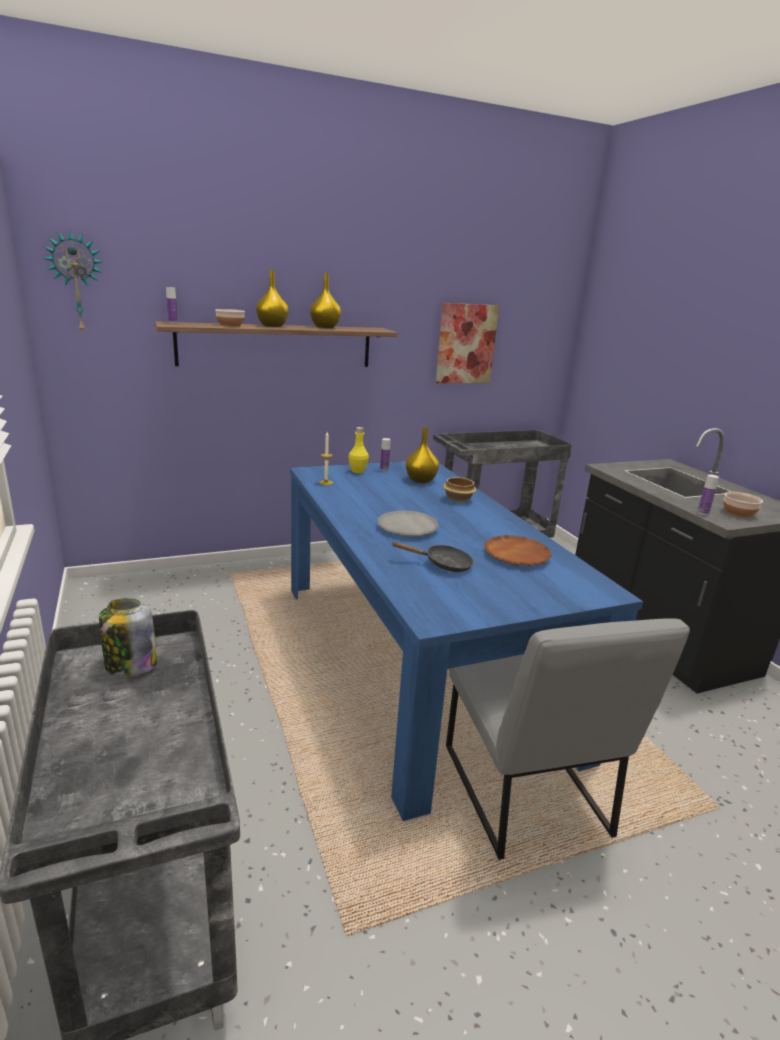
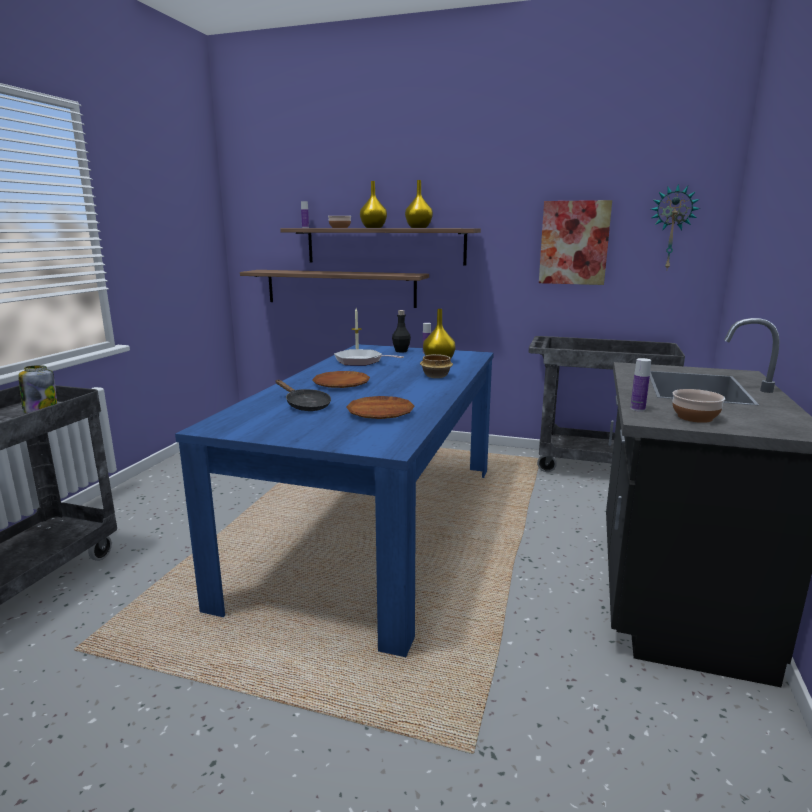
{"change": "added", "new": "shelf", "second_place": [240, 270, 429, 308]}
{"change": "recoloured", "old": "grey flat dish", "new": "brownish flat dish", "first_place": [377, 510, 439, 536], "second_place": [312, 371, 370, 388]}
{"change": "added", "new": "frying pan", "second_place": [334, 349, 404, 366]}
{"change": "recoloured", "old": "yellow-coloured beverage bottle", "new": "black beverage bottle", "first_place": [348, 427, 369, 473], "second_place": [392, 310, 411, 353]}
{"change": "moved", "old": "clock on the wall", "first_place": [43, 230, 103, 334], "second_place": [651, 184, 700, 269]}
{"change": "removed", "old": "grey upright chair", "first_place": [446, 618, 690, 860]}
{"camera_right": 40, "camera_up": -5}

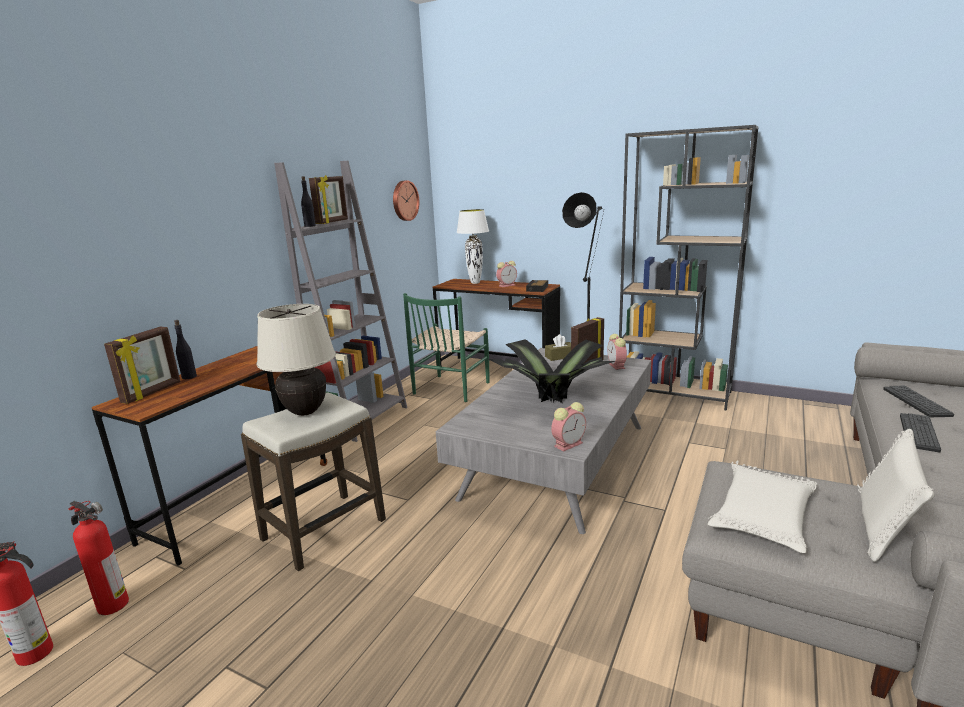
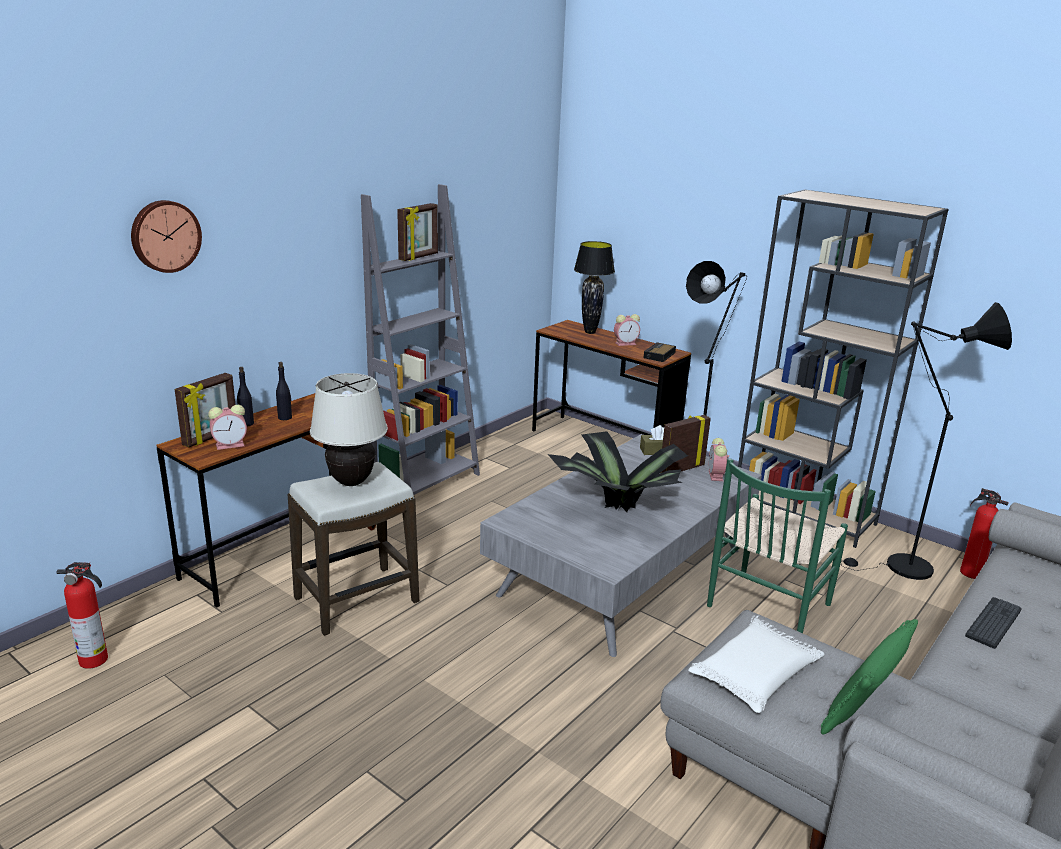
{"change": "moved", "old": "clock on the wall", "first_place": [393, 180, 419, 221], "second_place": [131, 200, 202, 273]}
{"change": "moved", "old": "bedside clock", "first_place": [551, 402, 586, 452], "second_place": [208, 405, 247, 450]}
{"change": "moved", "old": "black beverage bottle", "first_place": [301, 176, 316, 227], "second_place": [276, 362, 292, 420]}
{"change": "recoloured", "old": "whitish table lamp", "new": "black table lamp", "first_place": [457, 209, 489, 284], "second_place": [574, 241, 615, 334]}
{"change": "moved", "old": "green upright chair", "first_place": [403, 293, 490, 402], "second_place": [707, 459, 848, 633]}
{"change": "recoloured", "old": "whitish cushion", "new": "green cushion", "first_place": [857, 429, 935, 562], "second_place": [820, 619, 918, 734]}
{"change": "added", "new": "black floor lamp", "second_place": [841, 302, 1012, 580]}
{"change": "moved", "old": "fire extinguisher", "first_place": [68, 501, 129, 615], "second_place": [960, 488, 1009, 579]}
{"change": "removed", "old": "keyboard", "first_place": [883, 386, 954, 417]}
{"camera_right": 10, "camera_up": 5}

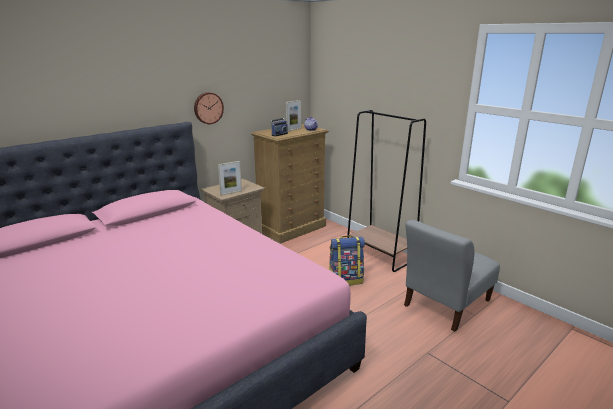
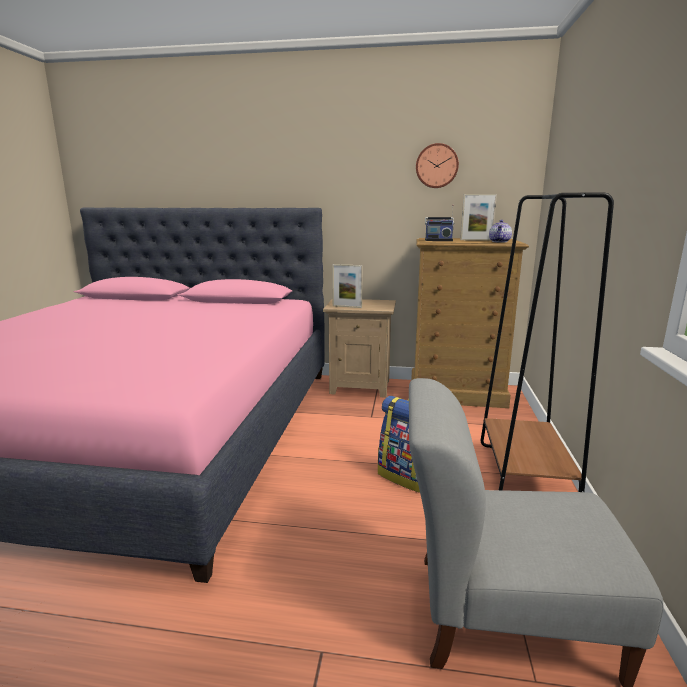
{"change": "moved", "old": "clock on the wall", "first_place": [194, 92, 224, 124], "second_place": [416, 143, 459, 188]}
{"camera_right": 50, "camera_up": -5}

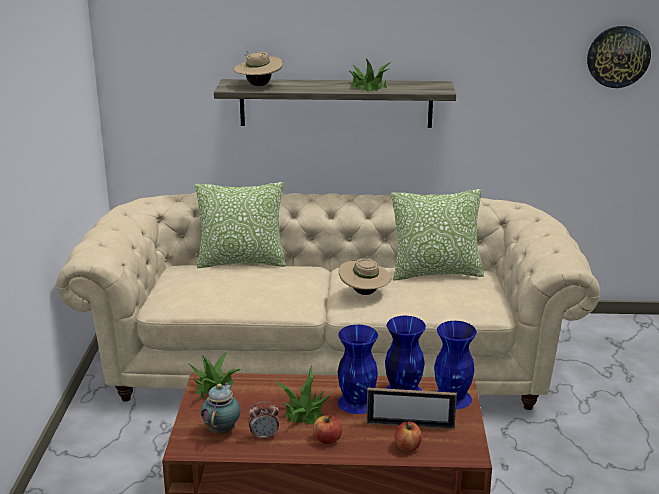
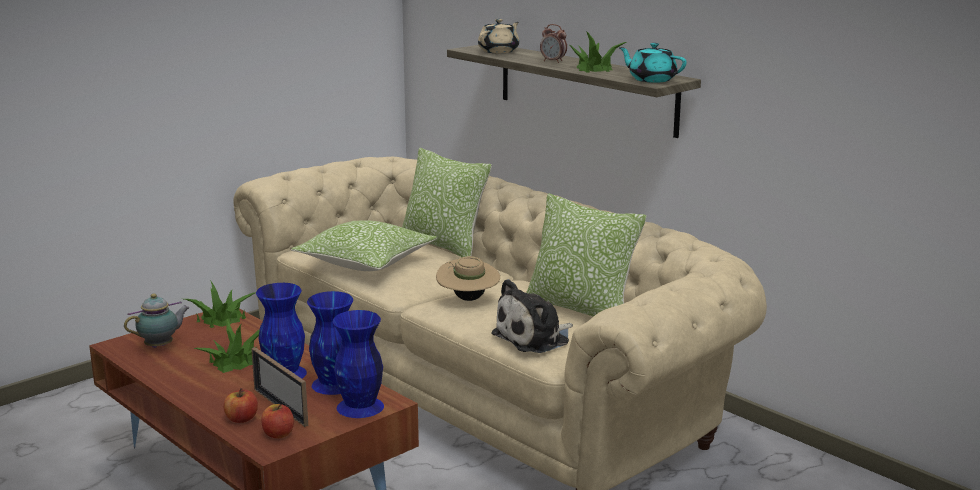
{"change": "moved", "old": "apple", "first_place": [313, 415, 342, 444], "second_place": [261, 404, 294, 438]}
{"change": "added", "new": "cushion", "second_place": [291, 220, 437, 271]}
{"change": "replaced", "old": "beige-coloured wearable hat", "new": "beige-coloured teapot", "first_place": [233, 51, 283, 86], "second_place": [478, 19, 519, 53]}
{"change": "added", "new": "cuddly toy", "second_place": [491, 279, 573, 353]}
{"change": "moved", "old": "bedside clock", "first_place": [249, 402, 279, 440], "second_place": [540, 24, 567, 63]}
{"change": "added", "new": "blue-green teapot", "second_place": [618, 43, 687, 83]}
{"change": "removed", "old": "clock on the wall", "first_place": [587, 26, 651, 88]}
{"camera_right": 45, "camera_up": -5}

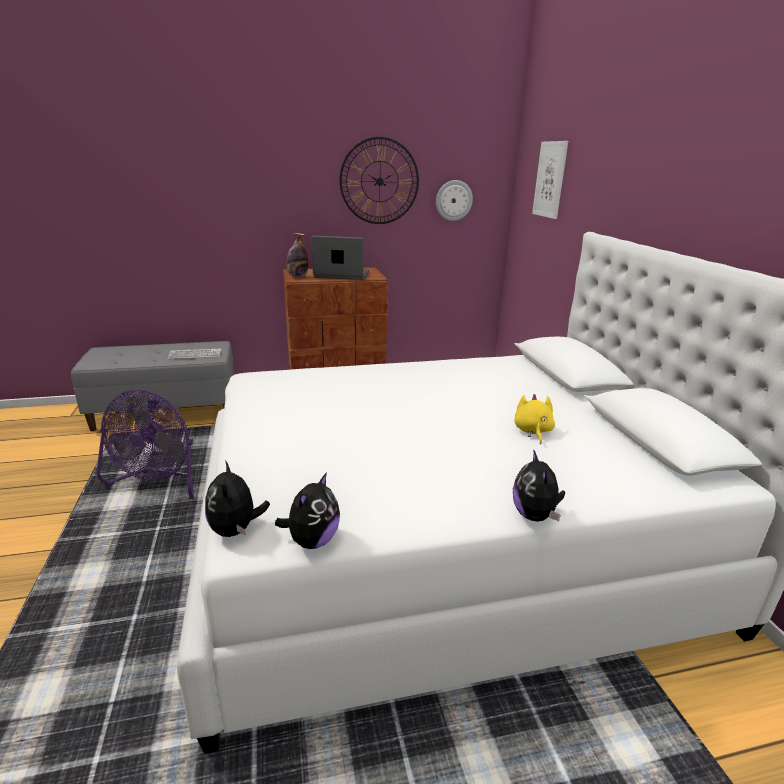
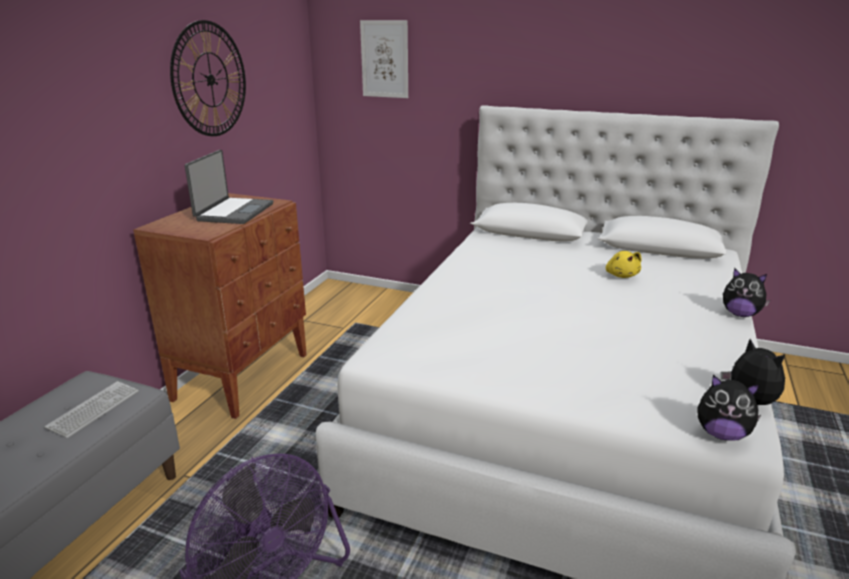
{"change": "turned", "old": "laptop", "first_place": [311, 236, 369, 280], "second_place": [185, 150, 273, 224], "degrees": 150}
{"change": "turned", "old": "yellow-coloured cuddly toy", "first_place": [514, 394, 555, 444], "second_place": [606, 251, 642, 278], "degrees": -135}
{"change": "removed", "old": "beverage bottle", "first_place": [287, 233, 308, 277]}
{"change": "removed", "old": "clock on the wall", "first_place": [436, 180, 473, 221]}
{"camera_right": -55, "camera_up": 0}

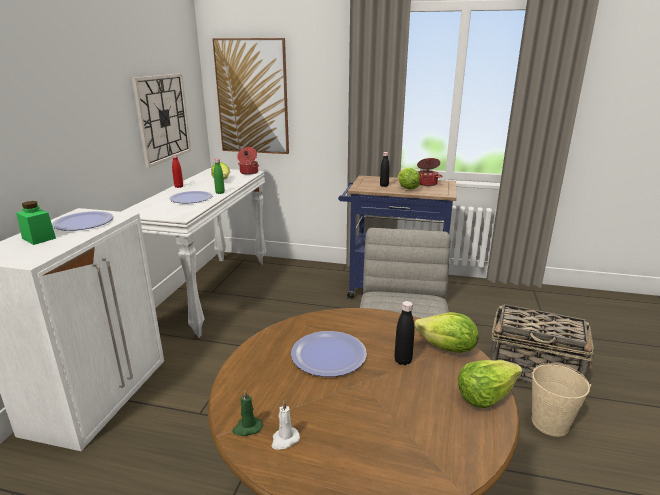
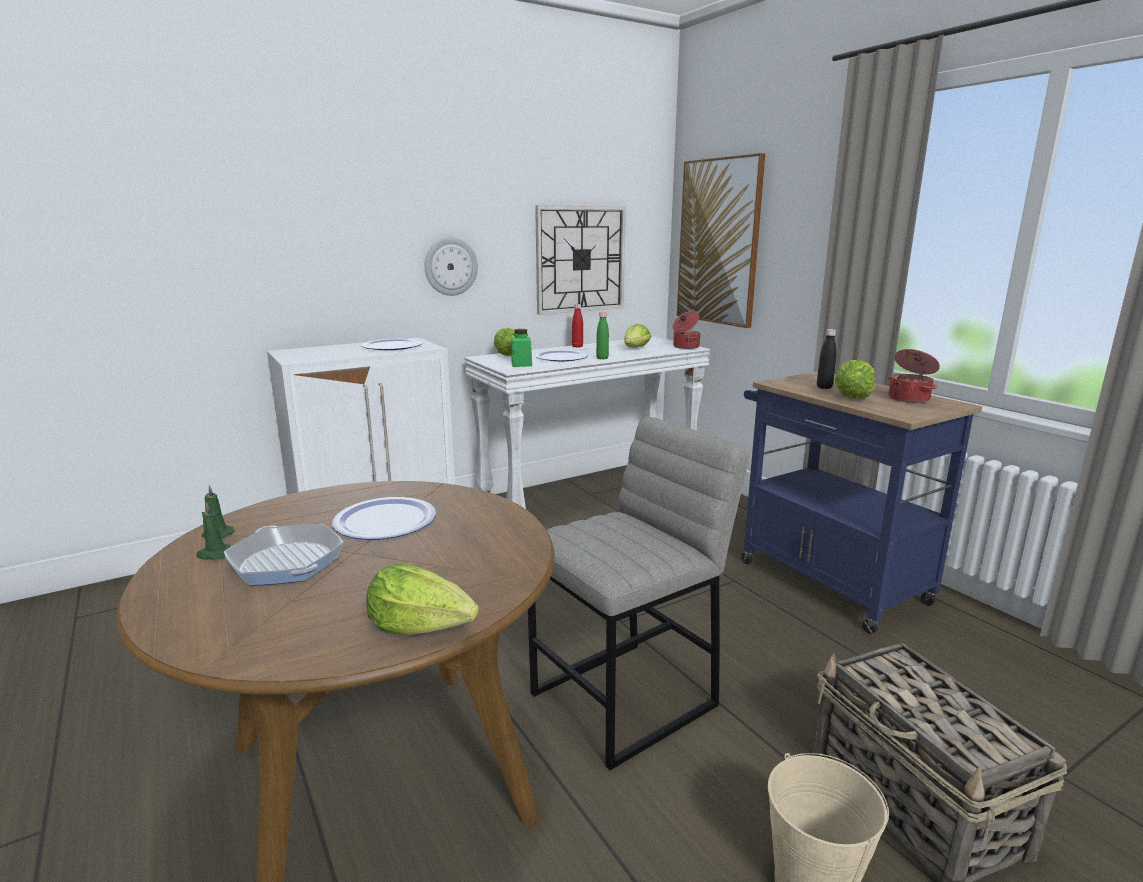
{"change": "recoloured", "old": "whitish wax light", "new": "green wax light", "first_place": [272, 401, 300, 450], "second_place": [196, 502, 231, 560]}
{"change": "added", "new": "frying pan", "second_place": [224, 524, 344, 586]}
{"change": "added", "new": "clock on the wall", "second_place": [425, 237, 478, 296]}
{"change": "moved", "old": "head of lettuce", "first_place": [414, 312, 479, 353], "second_place": [494, 328, 515, 356]}
{"change": "moved", "old": "green jar", "first_place": [16, 201, 56, 245], "second_place": [511, 329, 532, 367]}
{"change": "removed", "old": "black beverage bottle", "first_place": [395, 301, 414, 365]}
{"camera_right": 45, "camera_up": -5}

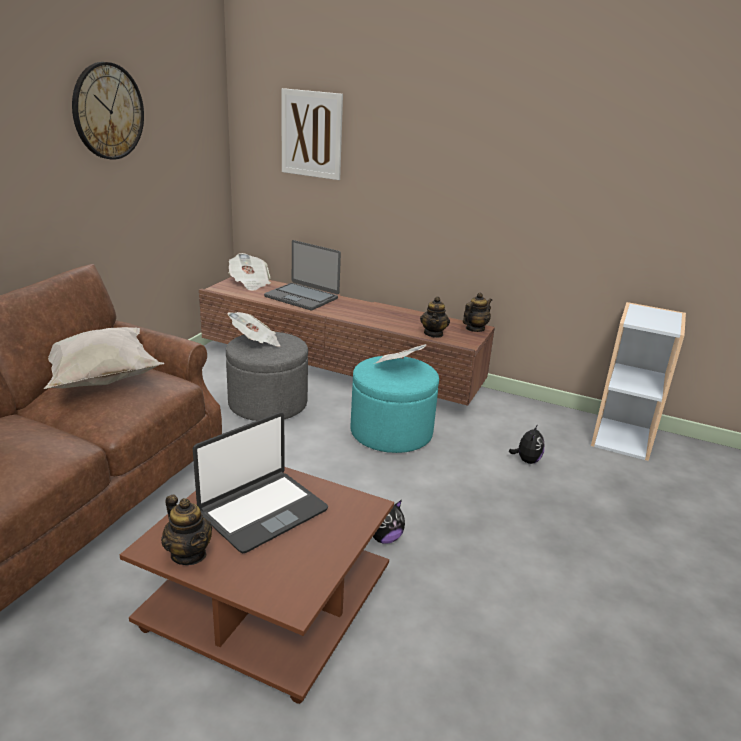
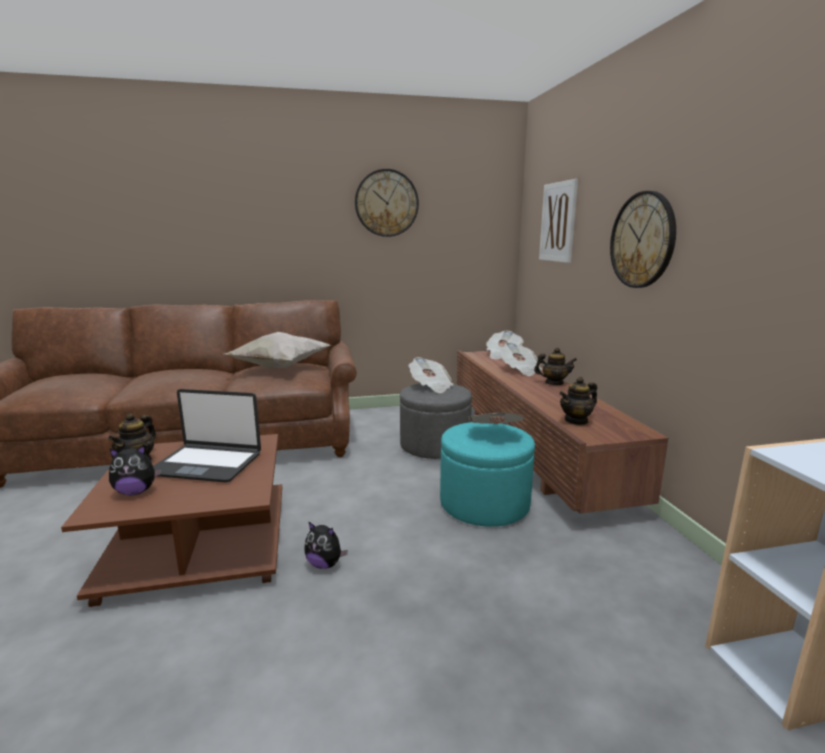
{"change": "moved", "old": "cuddly toy", "first_place": [509, 424, 544, 464], "second_place": [109, 445, 161, 495]}
{"change": "replaced", "old": "laptop", "new": "printed paper", "first_place": [264, 240, 341, 310], "second_place": [500, 342, 542, 376]}
{"change": "moved", "old": "teapot", "first_place": [463, 293, 492, 332], "second_place": [534, 348, 577, 385]}
{"change": "added", "new": "clock on the wall", "second_place": [610, 191, 676, 288]}
{"camera_right": 55, "camera_up": -10}

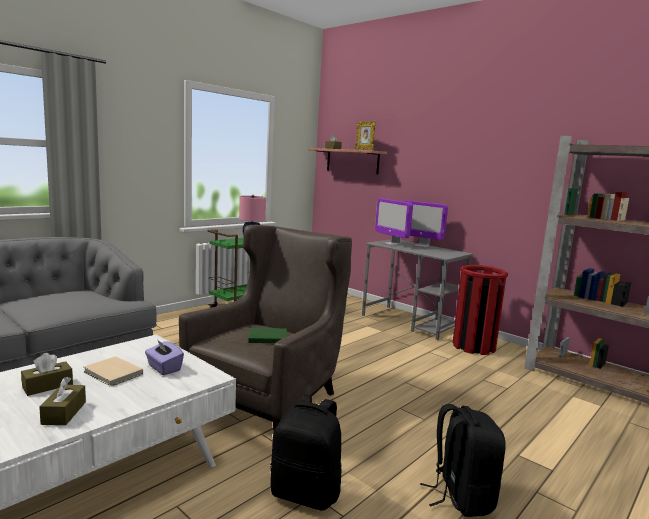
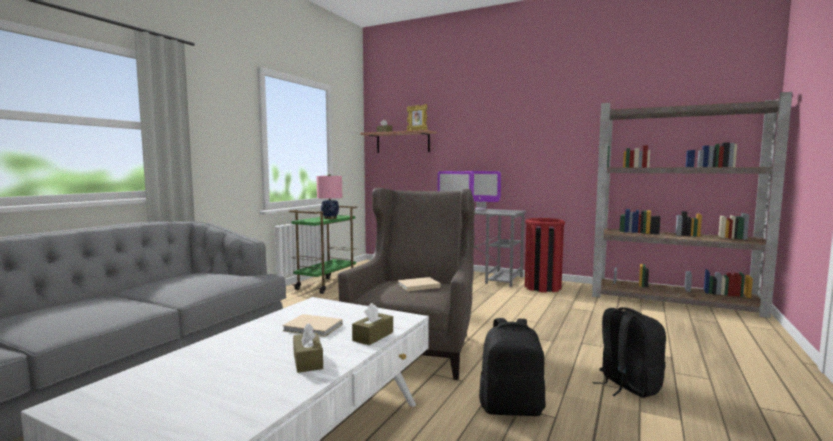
{"change": "moved", "old": "brownish tissue box", "first_place": [21, 353, 73, 396], "second_place": [352, 303, 393, 345]}
{"change": "recoloured", "old": "green volume", "new": "beige-coloured volume", "first_place": [248, 328, 288, 343], "second_place": [398, 277, 440, 291]}
{"change": "removed", "old": "purple-coloured tissue box", "first_place": [145, 339, 184, 375]}
{"camera_right": -15, "camera_up": -5}

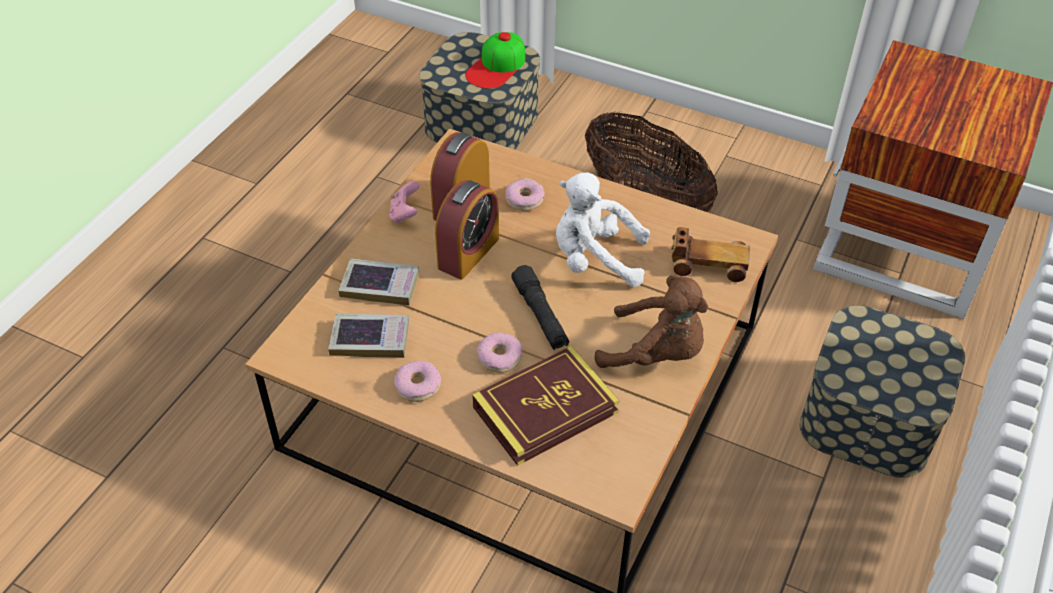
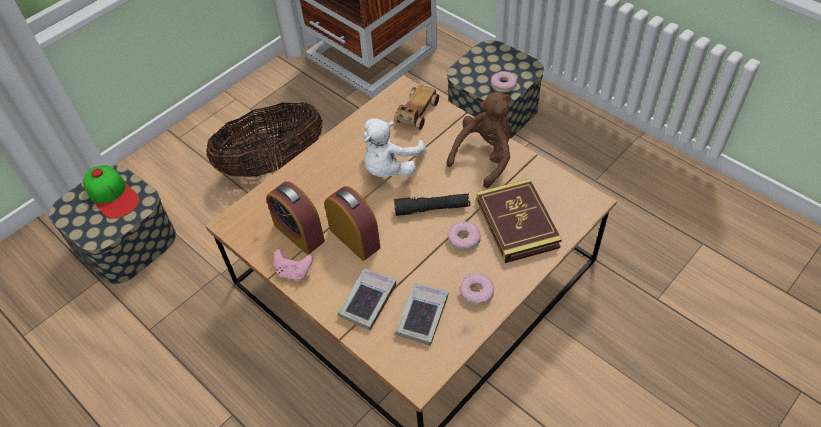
{"change": "moved", "old": "donut", "first_place": [505, 178, 545, 211], "second_place": [491, 71, 517, 92]}
{"camera_right": -70, "camera_up": 5}

